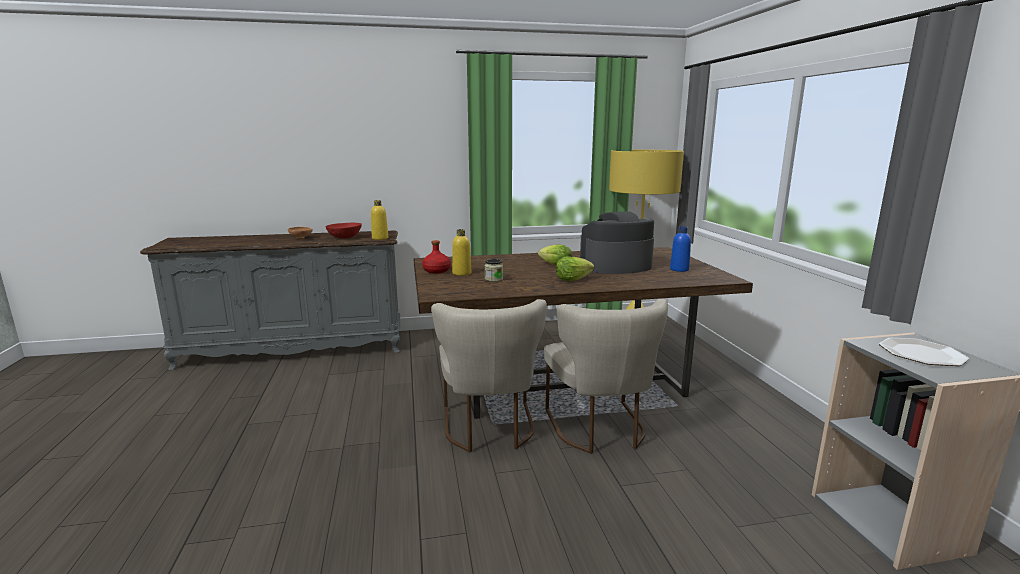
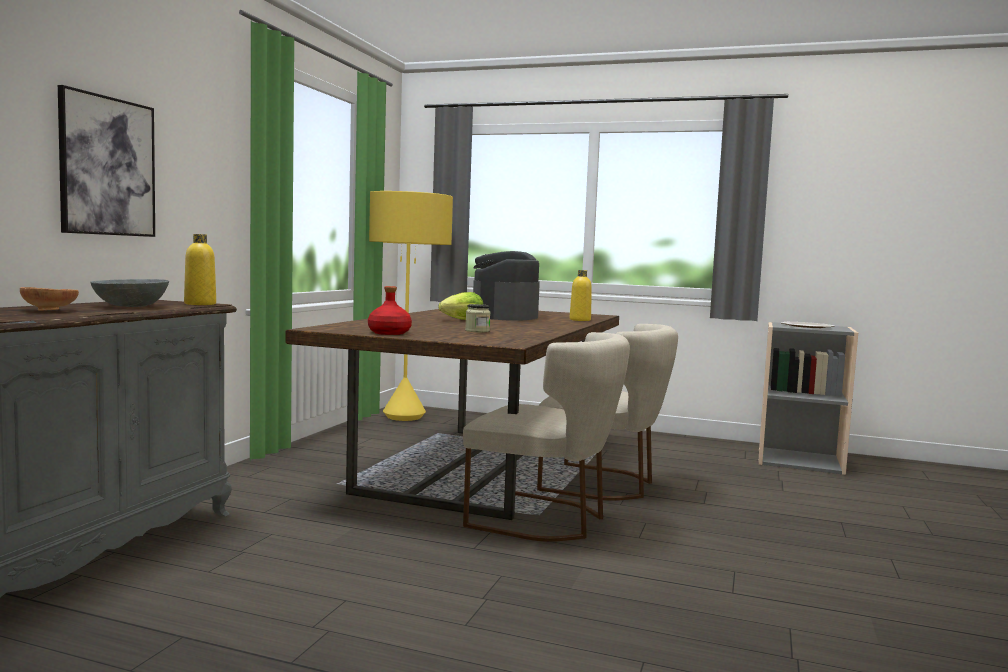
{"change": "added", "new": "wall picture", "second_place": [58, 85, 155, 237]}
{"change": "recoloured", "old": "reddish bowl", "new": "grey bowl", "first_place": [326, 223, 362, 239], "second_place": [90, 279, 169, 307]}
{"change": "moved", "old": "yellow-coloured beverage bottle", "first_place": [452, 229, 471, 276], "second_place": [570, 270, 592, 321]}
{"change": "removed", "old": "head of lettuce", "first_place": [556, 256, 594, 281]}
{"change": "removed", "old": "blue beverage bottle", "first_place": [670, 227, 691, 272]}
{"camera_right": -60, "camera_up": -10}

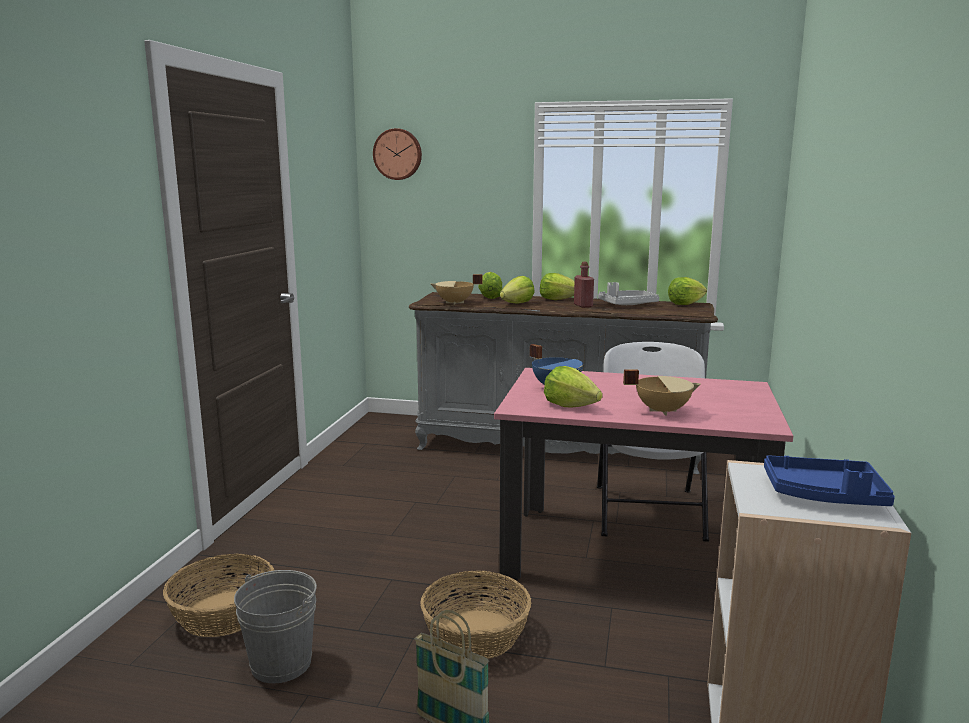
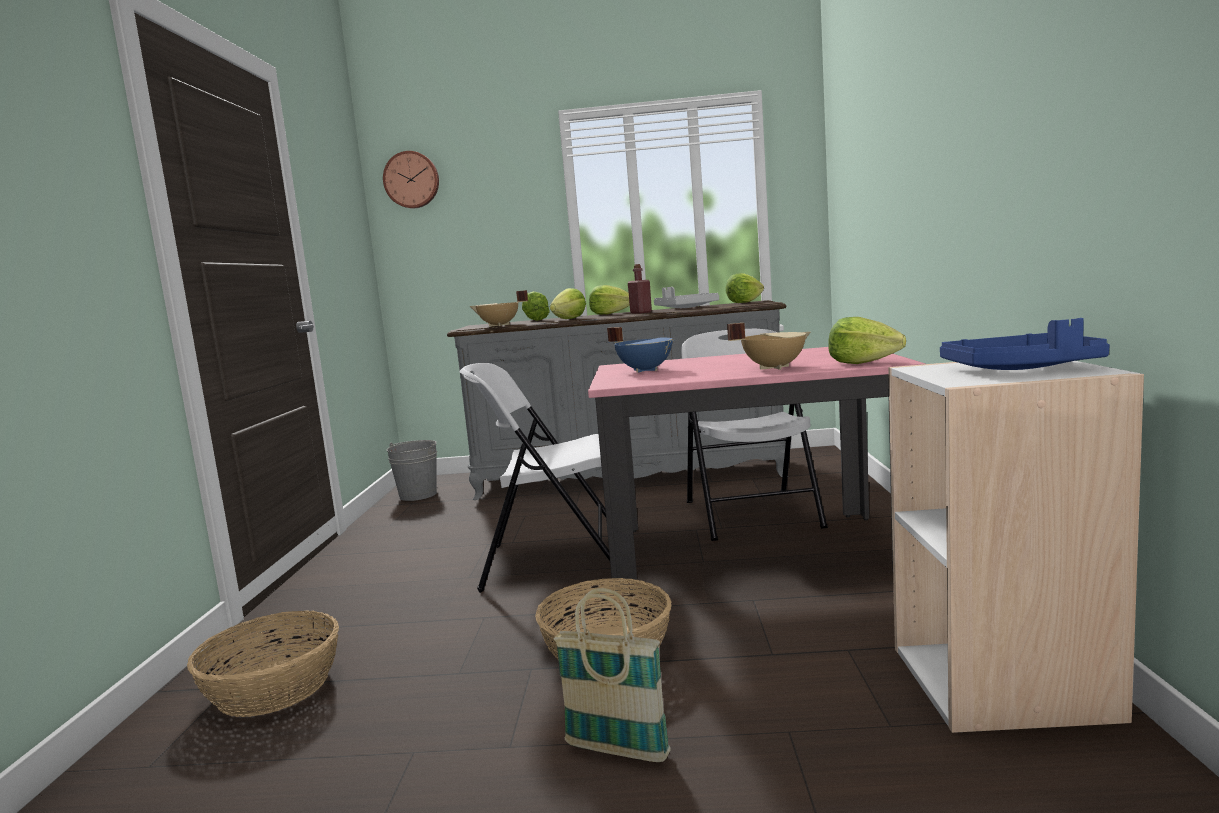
{"change": "moved", "old": "grey pail", "first_place": [234, 570, 317, 683], "second_place": [387, 440, 437, 501]}
{"change": "added", "new": "whitish upright chair", "second_place": [459, 363, 610, 593]}
{"change": "moved", "old": "head of lettuce", "first_place": [544, 366, 603, 407], "second_place": [828, 317, 906, 364]}
{"camera_right": -10, "camera_up": -5}

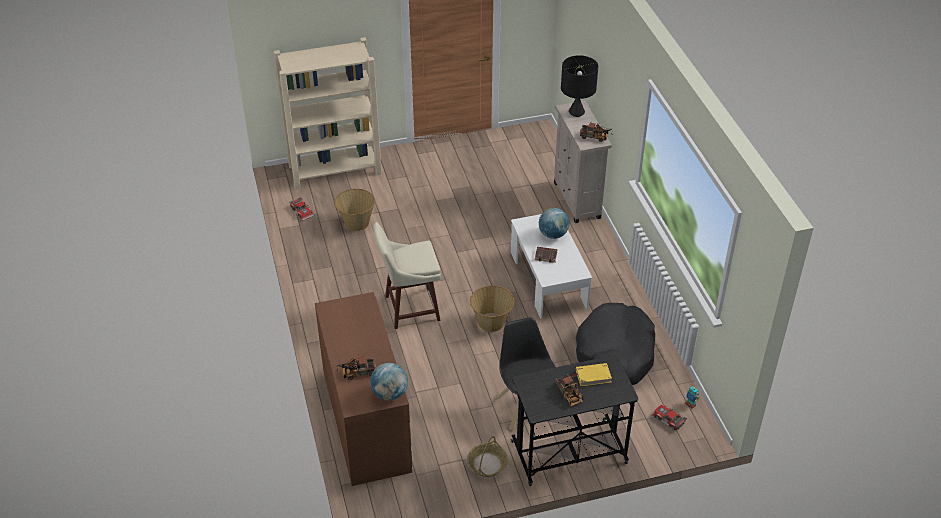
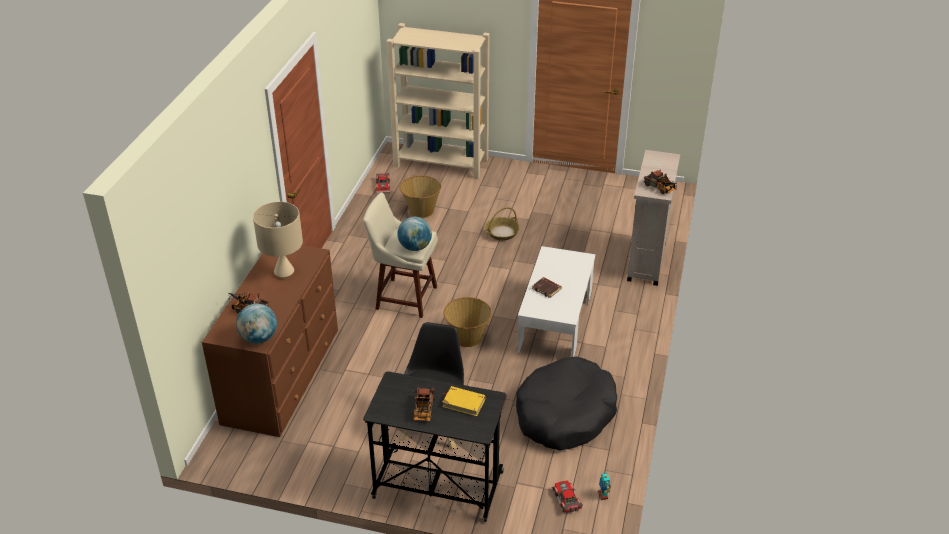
{"change": "added", "new": "beige-coloured table lamp", "second_place": [253, 202, 303, 278]}
{"change": "moved", "old": "world globe", "first_place": [539, 208, 569, 239], "second_place": [397, 217, 432, 251]}
{"change": "moved", "old": "storage basket", "first_place": [467, 436, 508, 477], "second_place": [485, 207, 520, 240]}
{"change": "removed", "old": "black table lamp", "first_place": [561, 55, 598, 117]}
{"camera_right": 30, "camera_up": -5}

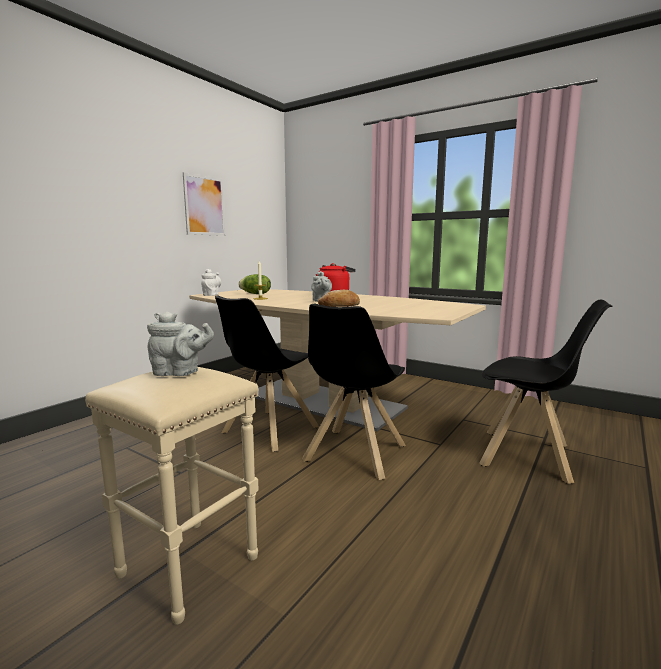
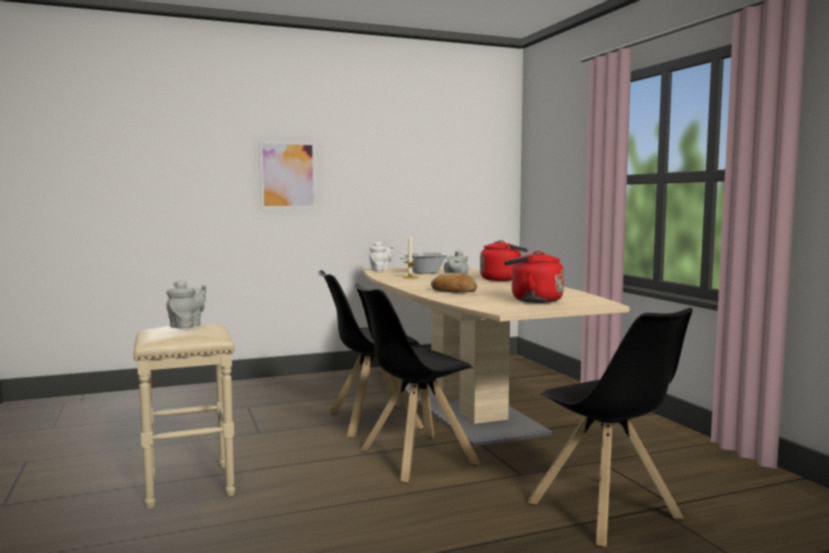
{"change": "turned", "old": "grey teapot", "first_place": [147, 312, 214, 376], "second_place": [167, 280, 206, 328], "degrees": -105}
{"change": "moved", "old": "wall picture", "first_place": [183, 172, 225, 236], "second_place": [259, 141, 316, 209]}
{"change": "replaced", "old": "head of lettuce", "new": "stockpot", "first_place": [238, 274, 271, 294], "second_place": [400, 252, 450, 274]}
{"change": "added", "new": "reddish tea kettle", "second_place": [504, 251, 564, 303]}
{"camera_right": 35, "camera_up": -5}

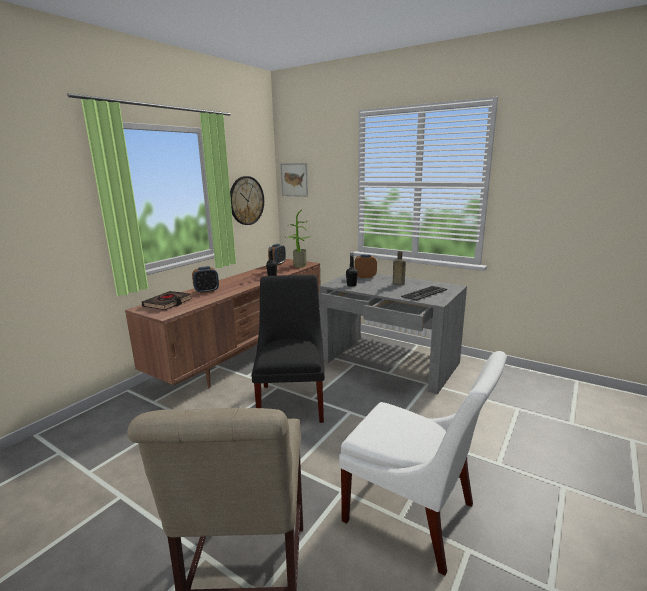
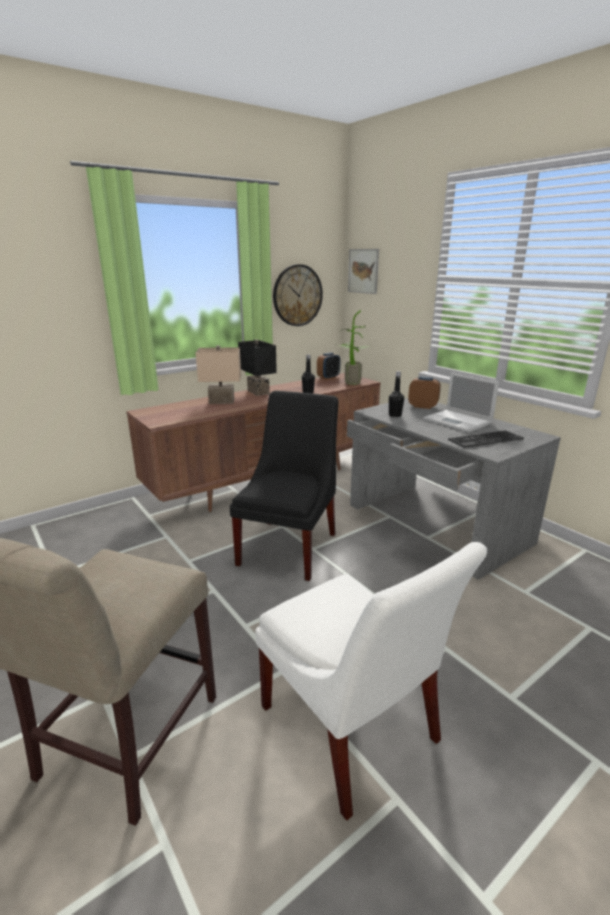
{"change": "replaced", "old": "bedside clock", "new": "beige-coloured table lamp", "first_place": [192, 266, 219, 294], "second_place": [195, 346, 241, 404]}
{"change": "added", "new": "black table lamp", "second_place": [238, 340, 277, 396]}
{"change": "replaced", "old": "brownish beverage bottle", "new": "laptop", "first_place": [393, 251, 406, 285], "second_place": [423, 372, 499, 432]}
{"change": "removed", "old": "black volume", "first_place": [142, 291, 192, 310]}
{"camera_right": 20, "camera_up": 5}

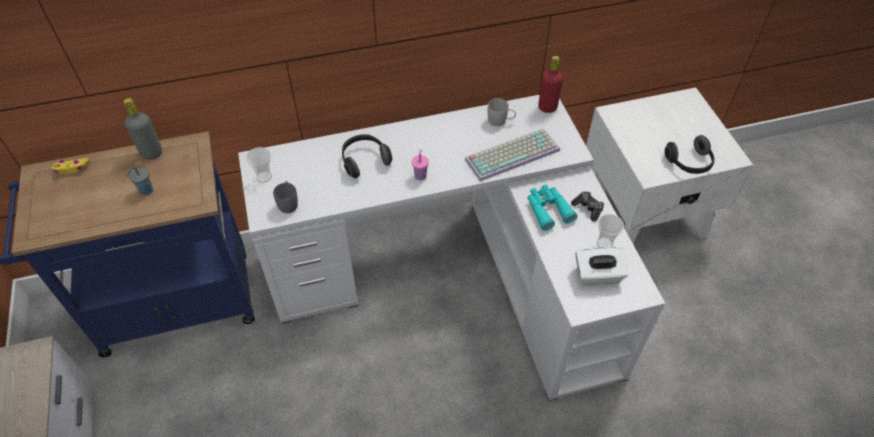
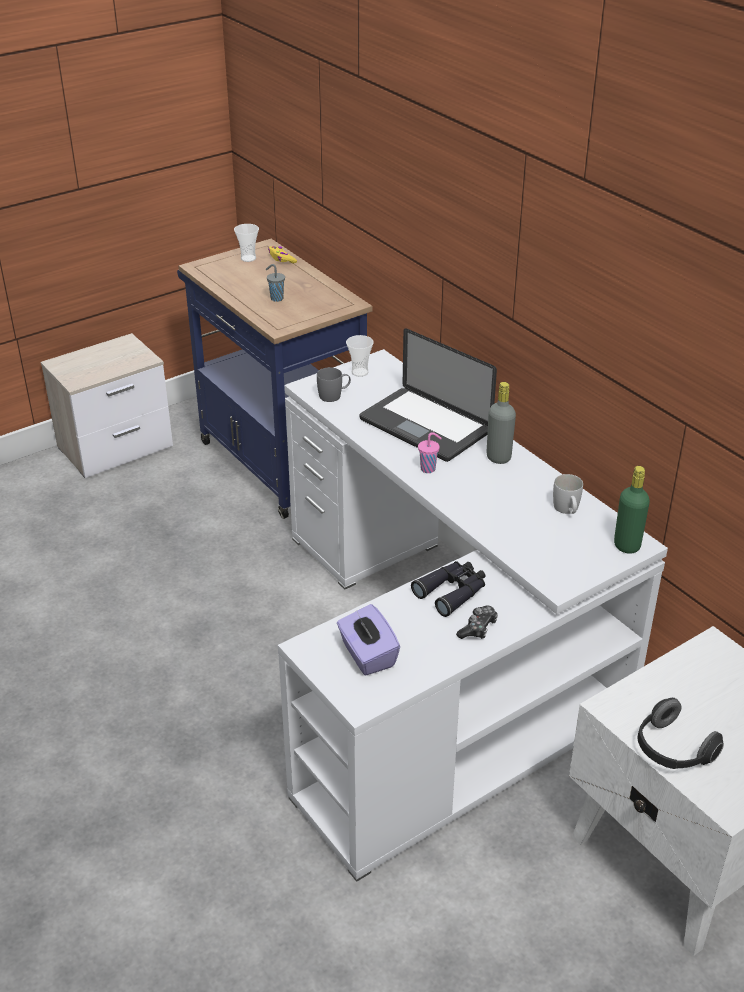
{"change": "moved", "old": "drinking cup", "first_place": [597, 214, 624, 247], "second_place": [234, 224, 259, 262]}
{"change": "recoloured", "old": "whitish tissue box", "new": "purple-coloured tissue box", "first_place": [575, 247, 628, 285], "second_place": [337, 604, 400, 675]}
{"change": "replaced", "old": "headset", "new": "laptop", "first_place": [342, 134, 392, 178], "second_place": [360, 329, 497, 462]}
{"change": "recoloured", "old": "blue-green field glasses", "new": "black field glasses", "first_place": [528, 184, 577, 231], "second_place": [411, 561, 485, 617]}
{"change": "moved", "old": "grey beverage bottle", "first_place": [123, 98, 162, 160], "second_place": [486, 382, 516, 464]}
{"change": "recoloured", "old": "reddish beverage bottle", "new": "green beverage bottle", "first_place": [538, 56, 563, 113], "second_place": [614, 466, 650, 554]}
{"change": "removed", "old": "keyboard", "first_place": [465, 128, 560, 181]}
{"camera_right": 70, "camera_up": -15}

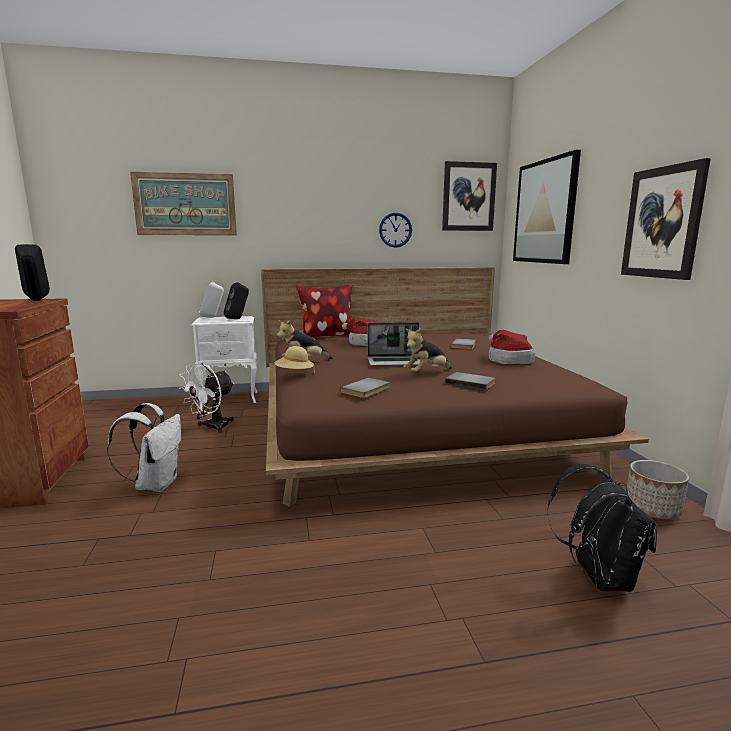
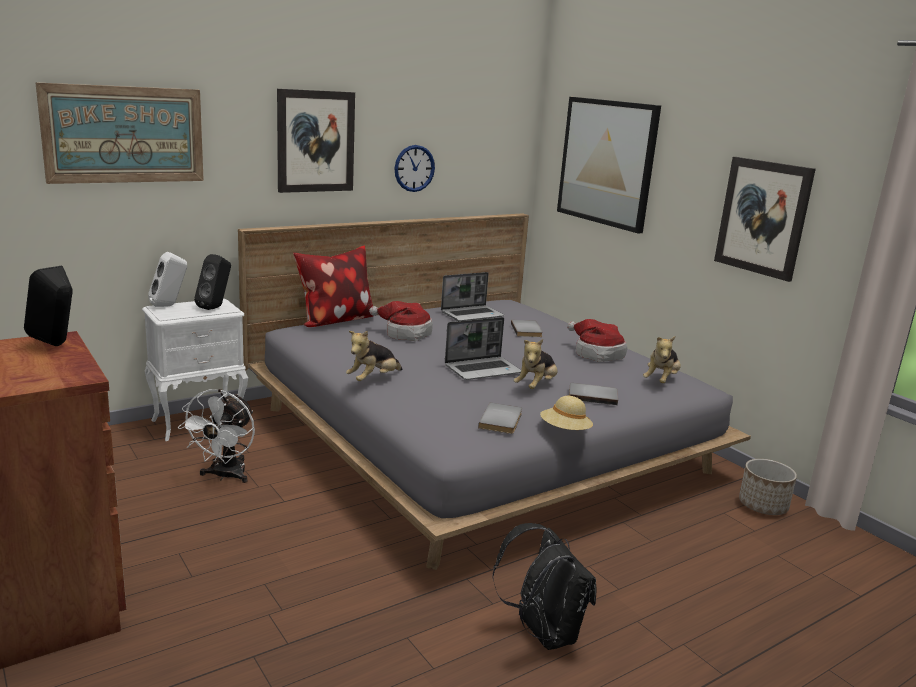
{"change": "recoloured", "old": "brownish bed", "new": "grey bed", "first_place": [261, 267, 649, 507], "second_place": [238, 213, 751, 570]}
{"change": "moved", "old": "wall picture", "first_place": [442, 161, 497, 231], "second_place": [277, 89, 355, 193]}
{"change": "added", "new": "laptop", "second_place": [441, 272, 505, 321]}
{"change": "moved", "old": "black knapsack", "first_place": [547, 464, 657, 592], "second_place": [493, 523, 596, 650]}
{"change": "moved", "old": "beige-coloured wearable hat", "first_place": [274, 346, 315, 374], "second_place": [540, 396, 593, 430]}
{"change": "added", "new": "cuddly toy", "second_place": [643, 336, 681, 383]}
{"change": "removed", "old": "whitish knapsack", "first_place": [107, 403, 181, 492]}
{"camera_right": -25, "camera_up": 5}

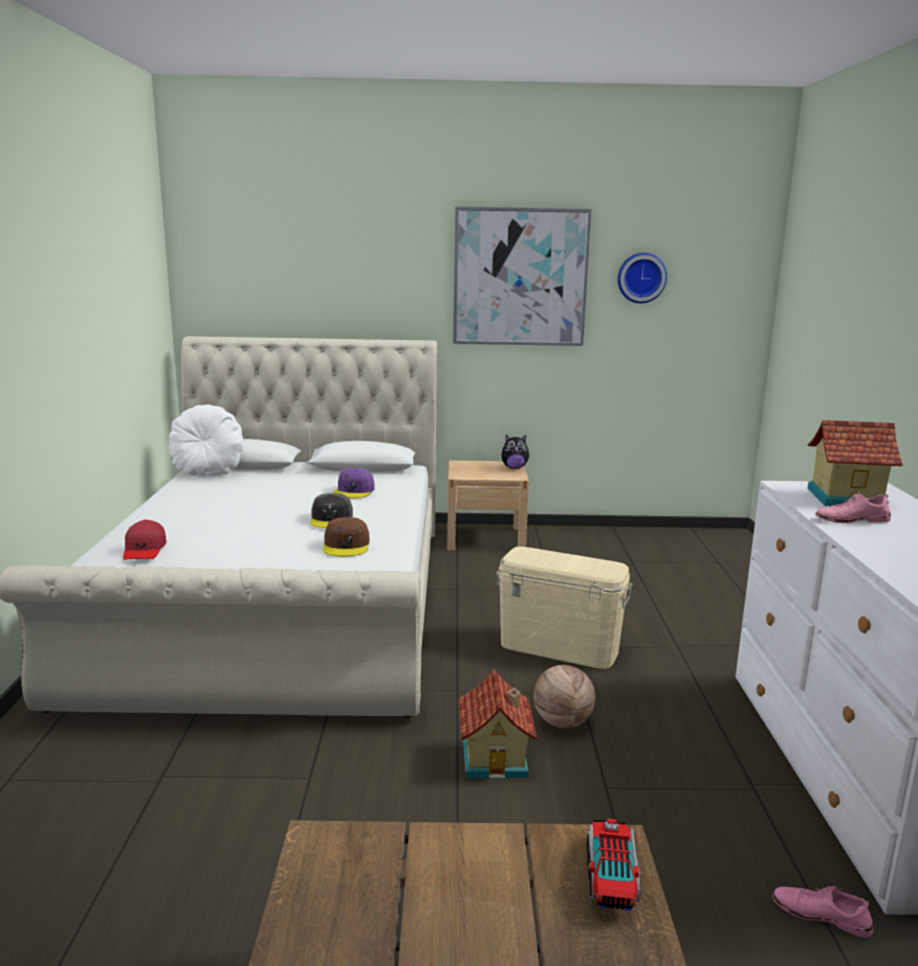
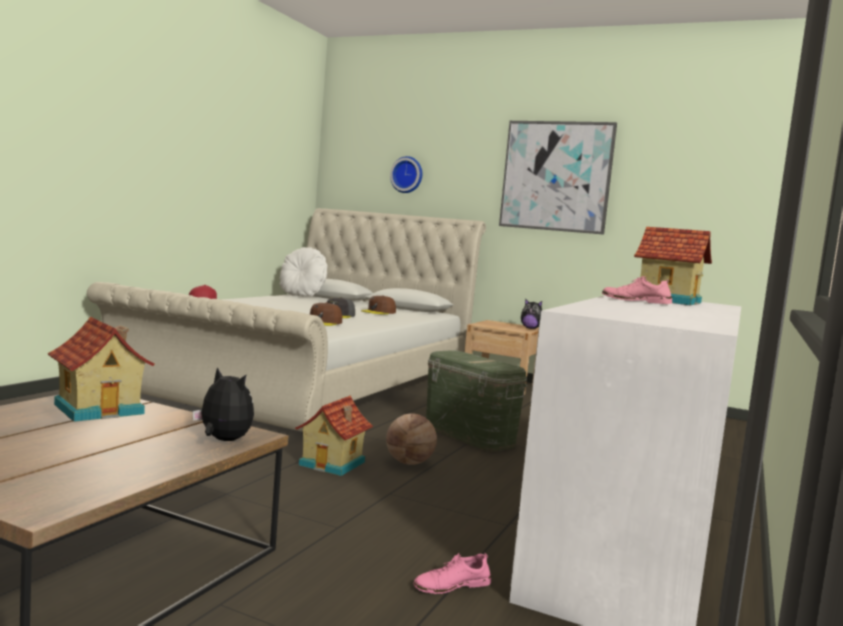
{"change": "added", "new": "miniature house", "second_place": [48, 317, 155, 422]}
{"change": "replaced", "old": "toy lorry", "new": "cuddly toy", "first_place": [587, 819, 641, 911], "second_place": [193, 367, 254, 441]}
{"change": "recoloured", "old": "purple-coloured peaked cap", "new": "brownish peaked cap", "first_place": [333, 468, 375, 498], "second_place": [361, 295, 396, 314]}
{"change": "moved", "old": "clock on the wall", "first_place": [618, 253, 667, 303], "second_place": [390, 156, 422, 193]}
{"change": "turned", "old": "pink-coloured shoe", "first_place": [772, 886, 873, 938], "second_place": [414, 553, 491, 594], "degrees": -75}
{"change": "recoloured", "old": "beige-coloured storage bin", "new": "green storage bin", "first_place": [496, 546, 633, 669], "second_place": [426, 350, 527, 452]}
{"camera_right": 25, "camera_up": -10}

